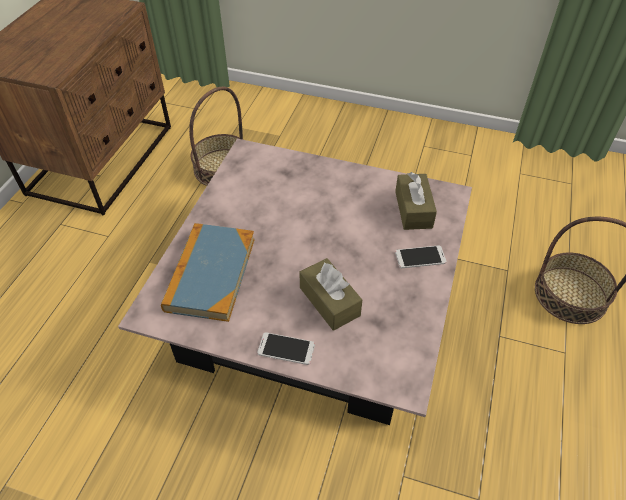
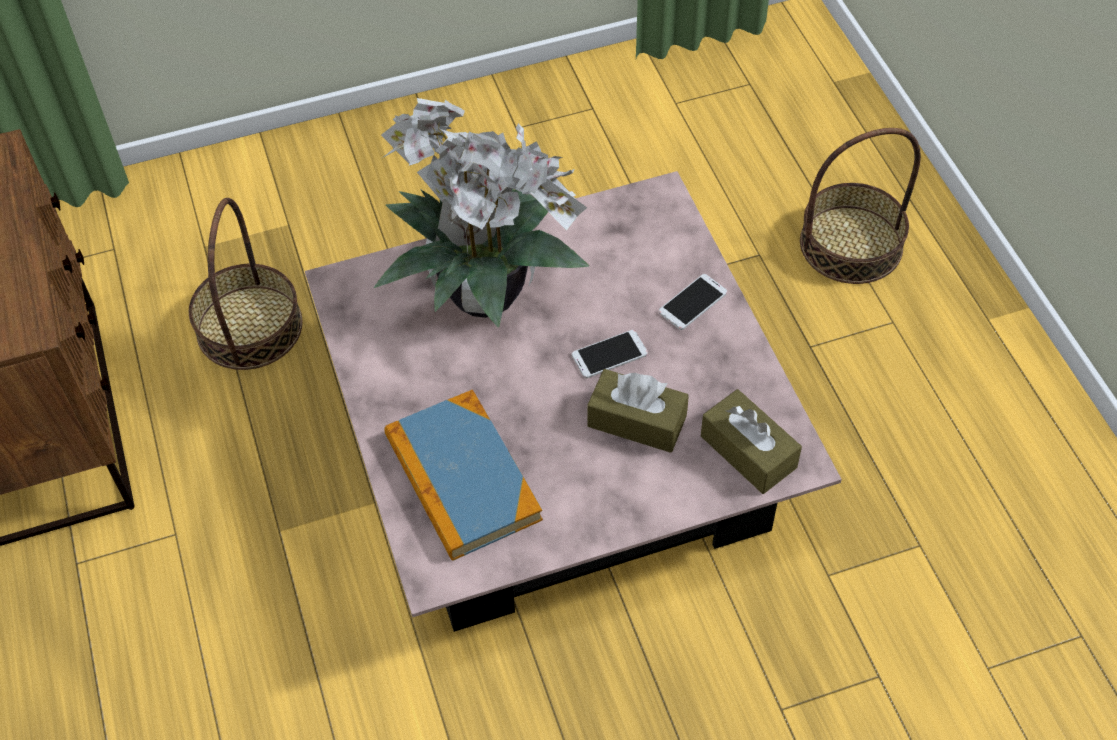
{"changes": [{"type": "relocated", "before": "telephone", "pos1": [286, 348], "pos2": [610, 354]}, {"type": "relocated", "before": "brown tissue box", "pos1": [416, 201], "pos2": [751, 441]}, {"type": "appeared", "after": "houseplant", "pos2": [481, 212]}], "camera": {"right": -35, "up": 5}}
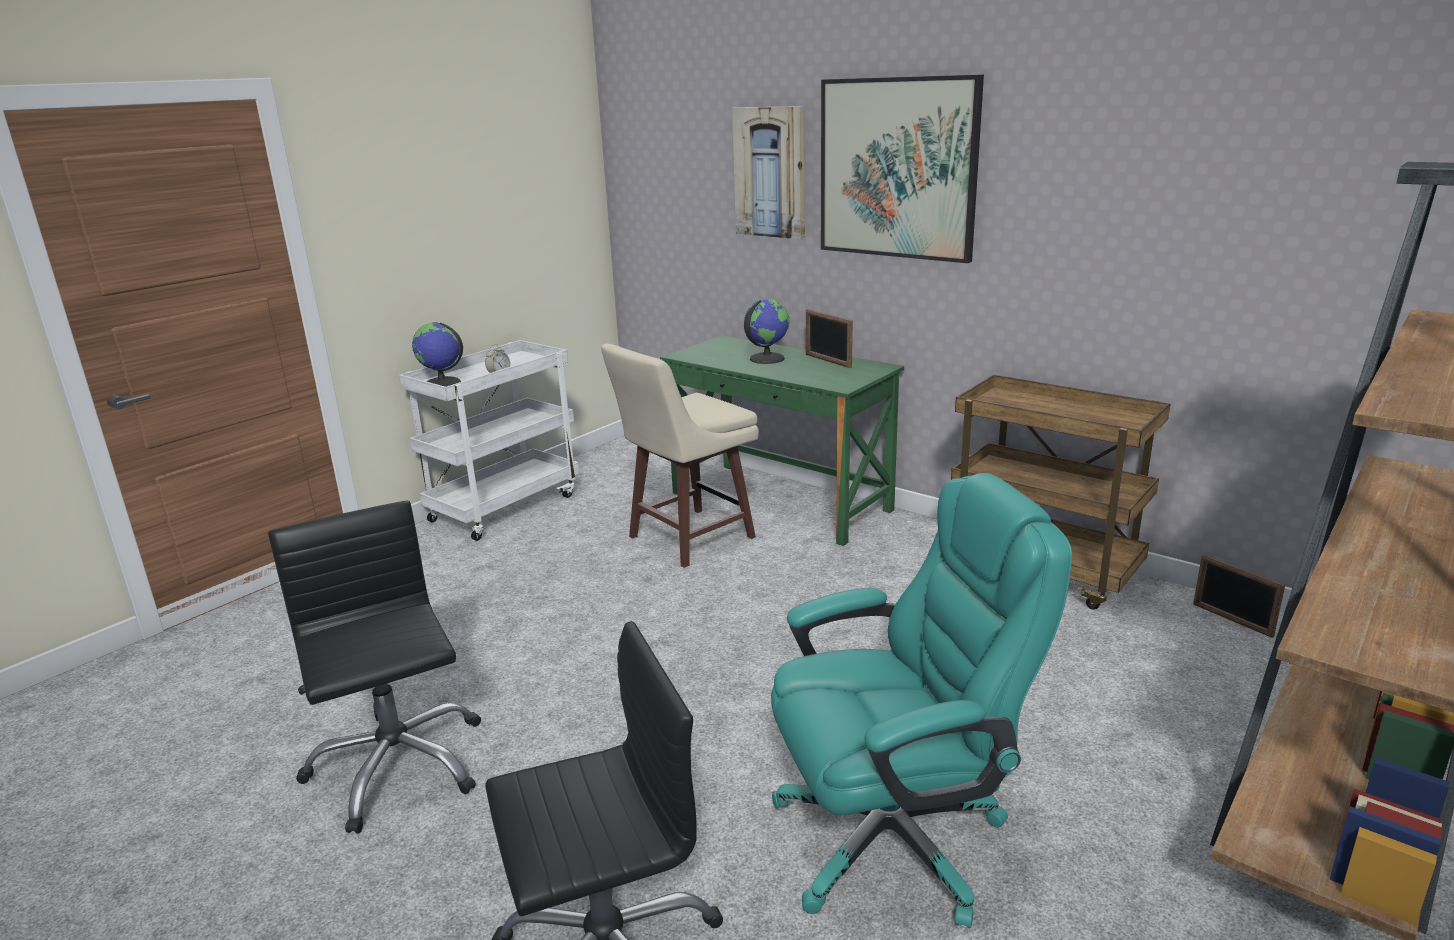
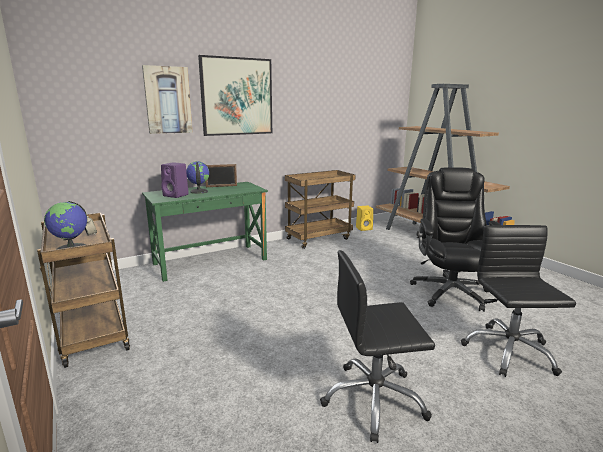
{"changes": [{"type": "colour", "before": "white cart", "after": "brown cart", "pos1": [489, 440], "pos2": [83, 290]}, {"type": "missing", "before": "beige-coloured stool seat", "pos1": [680, 456]}, {"type": "colour", "before": "turquoise-coloured computer chair", "after": "black-coloured computer chair", "pos1": [921, 700], "pos2": [455, 239]}, {"type": "exchanged", "before": "picture frame", "after": "yellow audio speaker", "pos1": [1239, 596], "pos2": [364, 218]}, {"type": "appeared", "after": "purple audio speaker", "pos2": [175, 180]}], "camera": {"right": -70, "up": -5}}
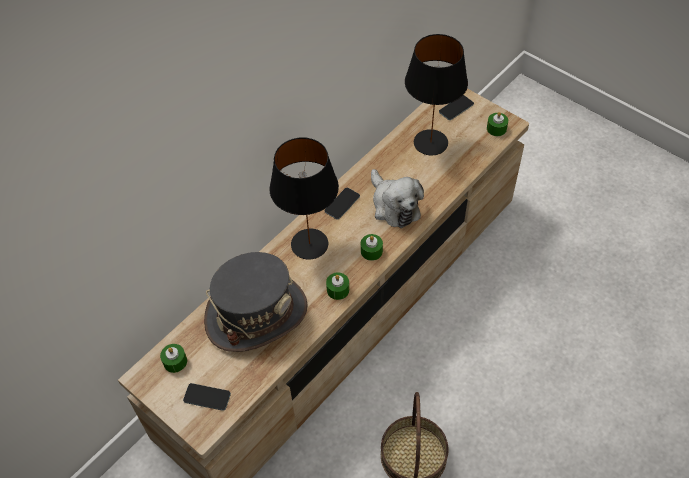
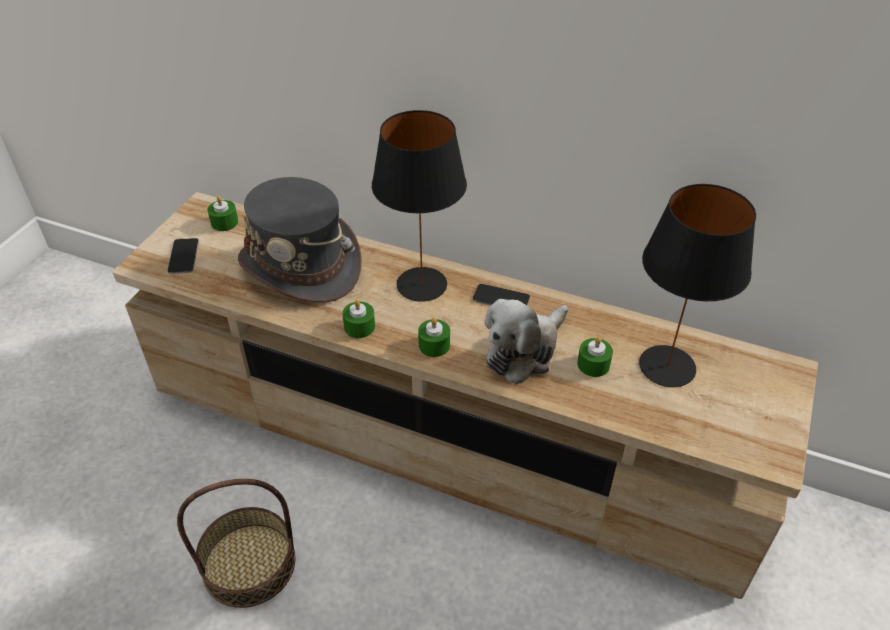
{"changes": [{"type": "missing", "before": "telephone", "pos1": [456, 107]}, {"type": "relocated", "before": "greenish wax candle", "pos1": [497, 124], "pos2": [595, 357]}], "camera": {"right": 70, "up": -10}}
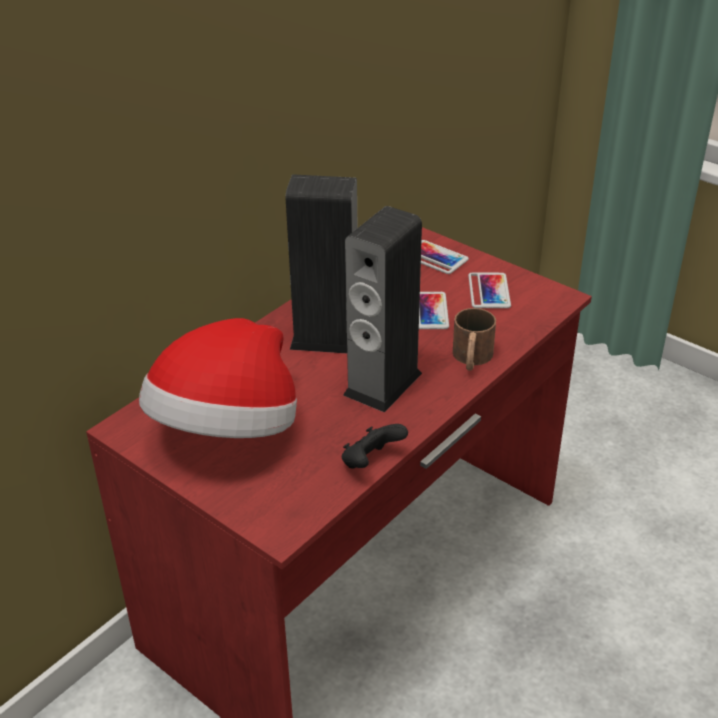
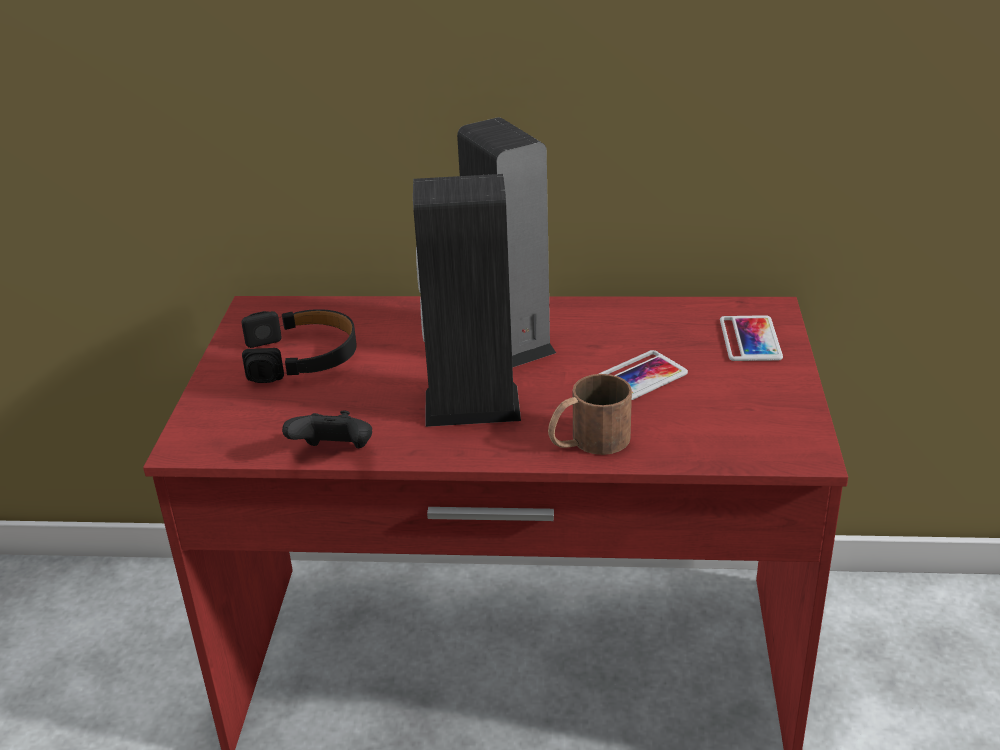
{"changes": [{"type": "exchanged", "before": "wearable hat", "after": "black-coloured headset", "pos1": [218, 378], "pos2": [299, 346]}, {"type": "missing", "before": "telephone", "pos1": [489, 290]}], "camera": {"right": 55, "up": -5}}
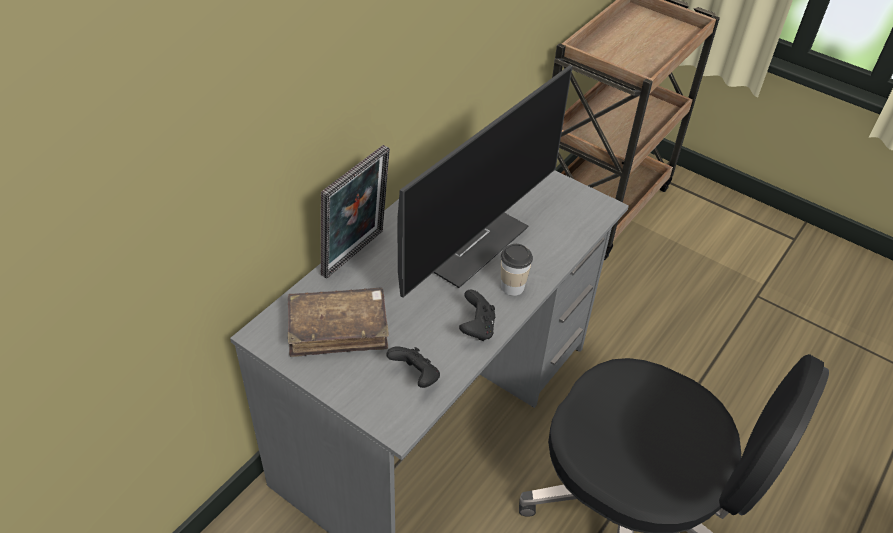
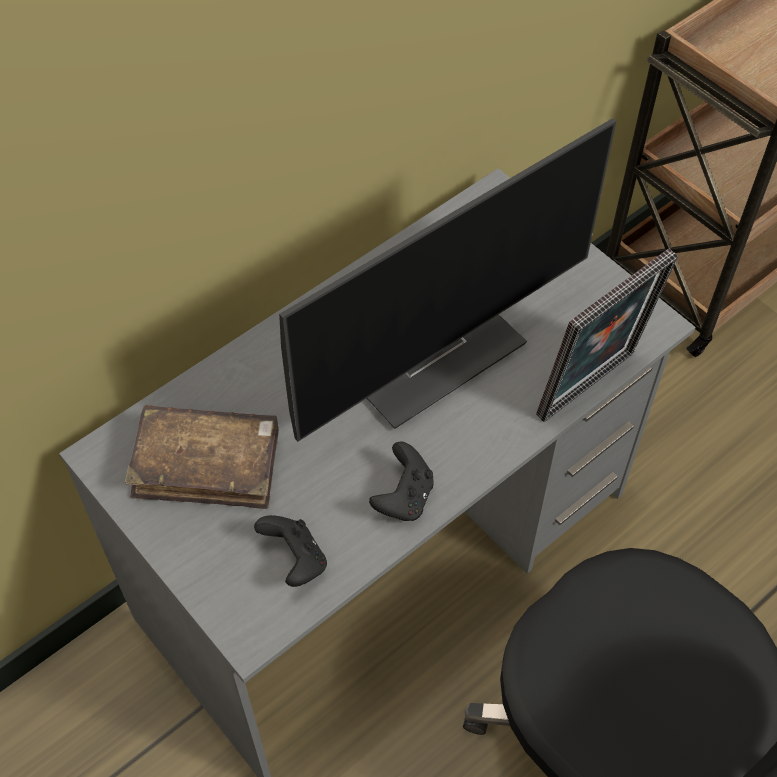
{"changes": [{"type": "relocated", "before": "picture frame", "pos1": [355, 212], "pos2": [607, 335]}, {"type": "missing", "before": "drinking cup", "pos1": [517, 270]}], "camera": {"right": 15, "up": 10}}
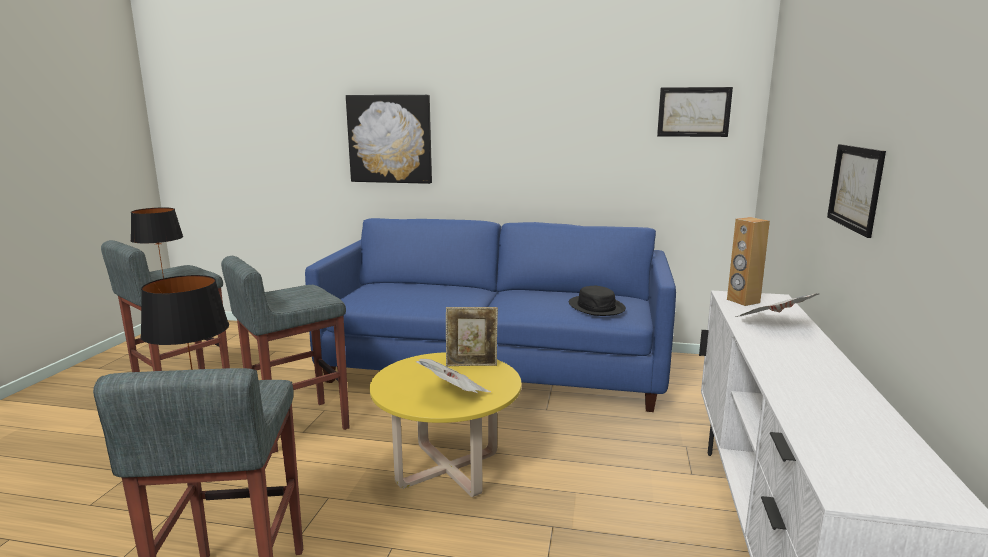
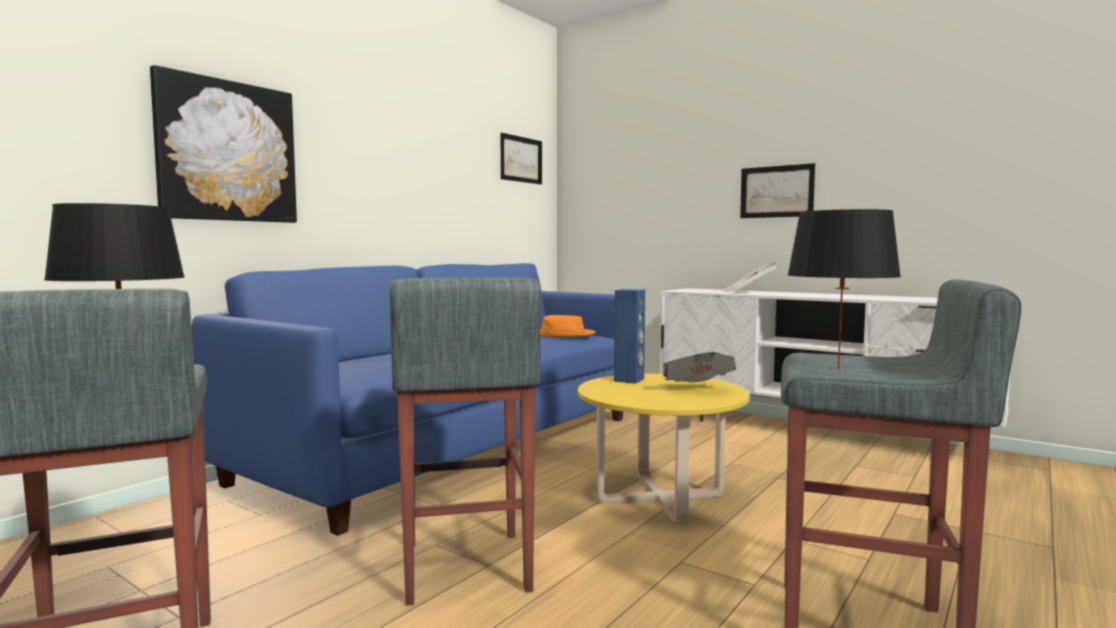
{"changes": [{"type": "exchanged", "before": "picture frame", "after": "blue-coloured audio speaker", "pos1": [472, 336], "pos2": [629, 336]}, {"type": "colour", "before": "black-coloured wearable hat", "after": "orange-coloured wearable hat", "pos1": [597, 301], "pos2": [568, 326]}, {"type": "missing", "before": "brown audio speaker", "pos1": [748, 261]}], "camera": {"right": -65, "up": -10}}
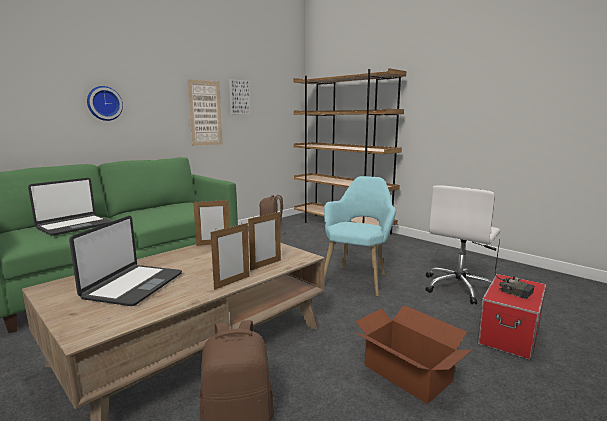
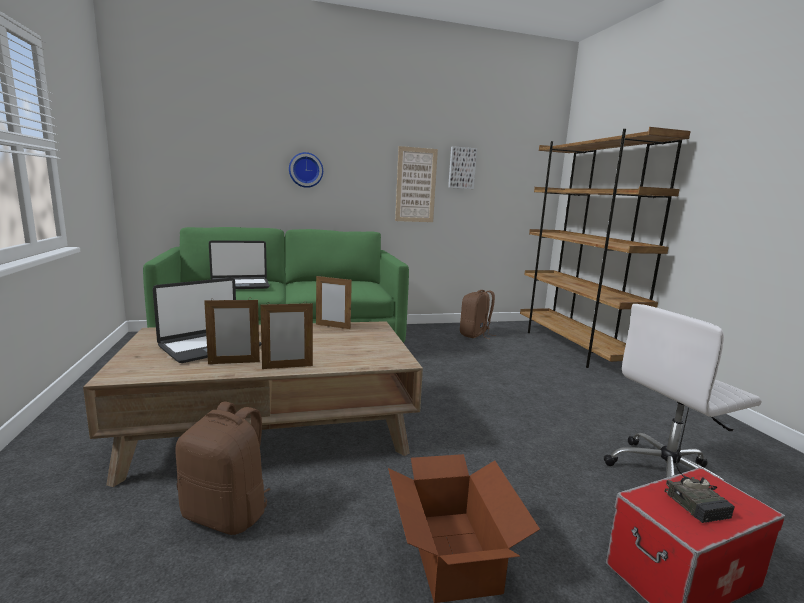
{"changes": [{"type": "relocated", "before": "picture frame", "pos1": [264, 241], "pos2": [232, 331]}, {"type": "missing", "before": "turquoise-coloured easy chair", "pos1": [360, 236]}], "camera": {"right": 30, "up": 0}}
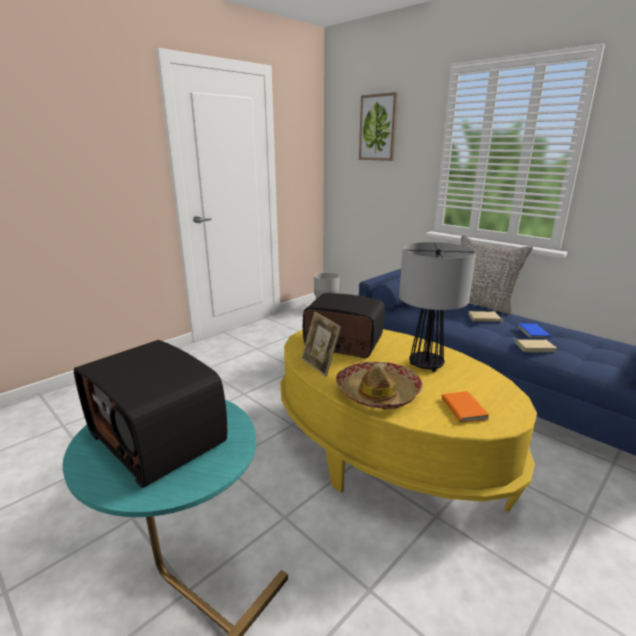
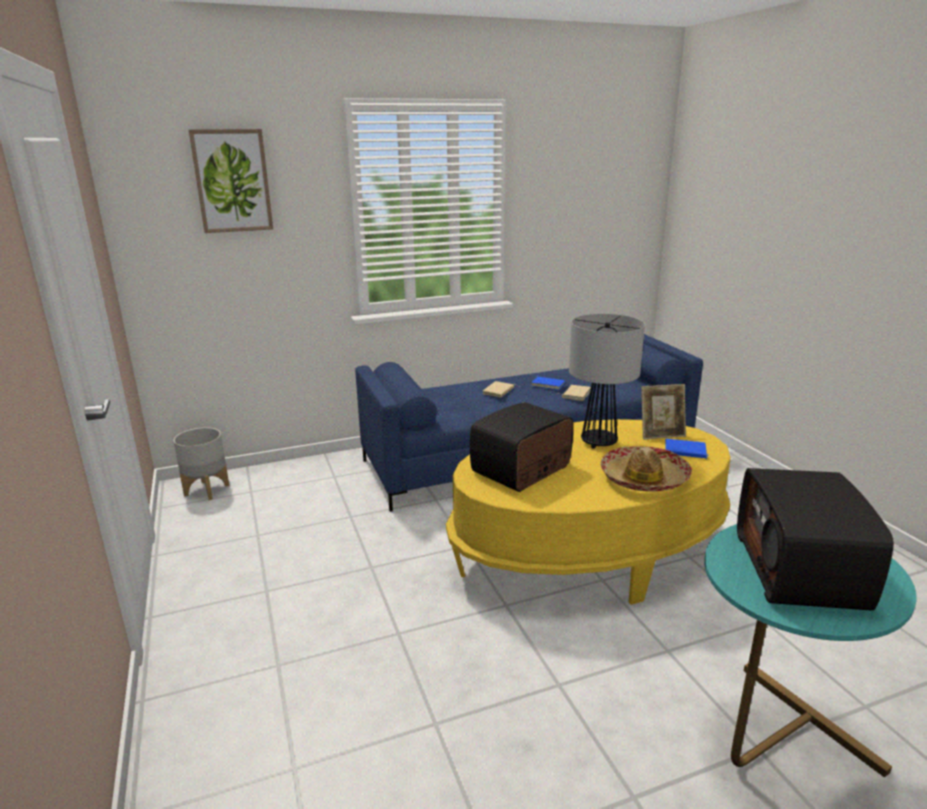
{"changes": [{"type": "spun", "before": "radio", "pos1": [150, 414], "pos2": [815, 539], "turn": 120}, {"type": "relocated", "before": "picture frame", "pos1": [321, 344], "pos2": [663, 412]}, {"type": "colour", "before": "orange-coloured volume", "after": "blue-coloured volume", "pos1": [465, 407], "pos2": [687, 449]}, {"type": "missing", "before": "gray cushion", "pos1": [497, 275]}], "camera": {"right": -65, "up": 0}}
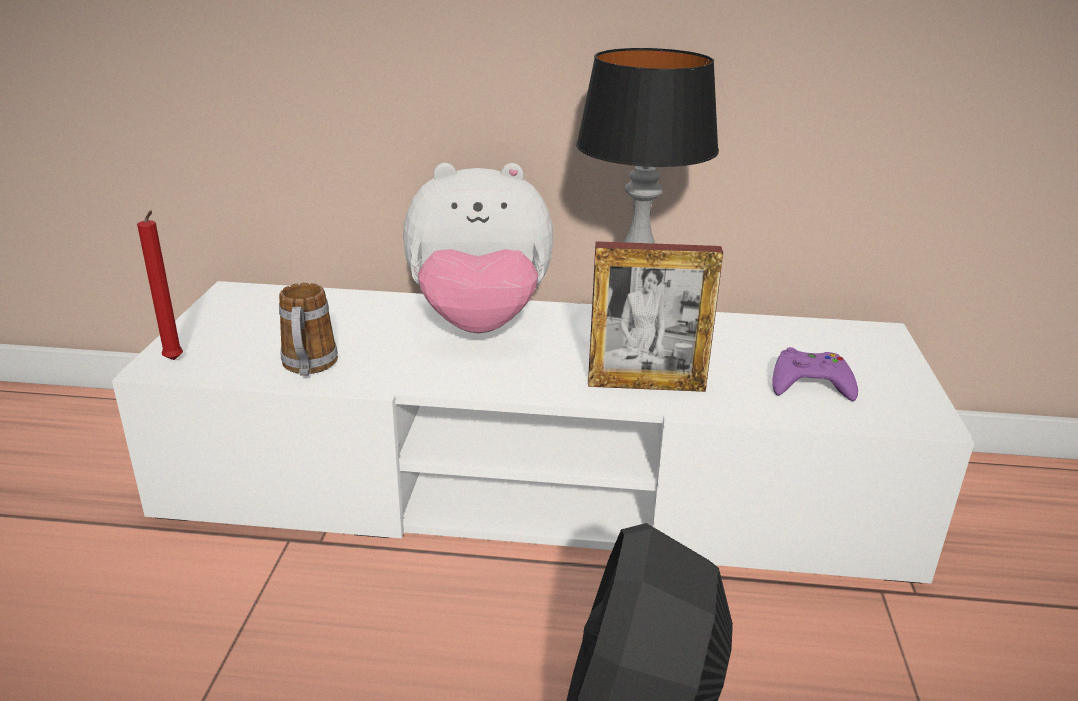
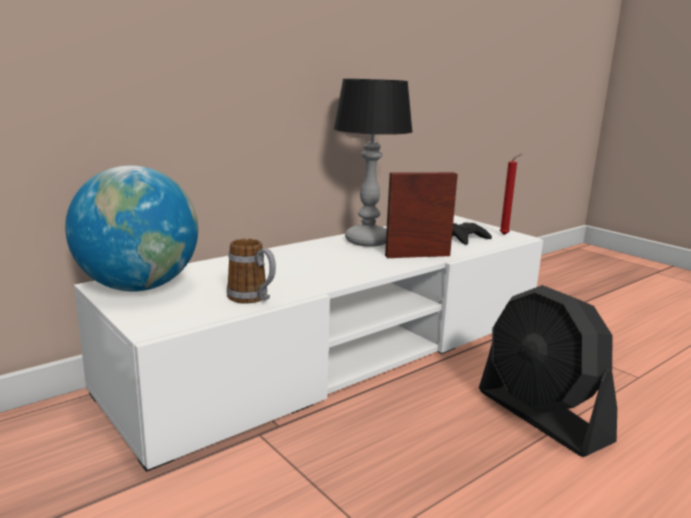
{"changes": [{"type": "relocated", "before": "reddish wax candle", "pos1": [160, 285], "pos2": [510, 194]}, {"type": "missing", "before": "plush toy", "pos1": [478, 248]}, {"type": "spun", "before": "picture frame", "pos1": [655, 316], "pos2": [421, 215], "turn": -150}, {"type": "colour", "before": "purple game controller", "after": "black-coloured game controller", "pos1": [815, 374], "pos2": [472, 233]}, {"type": "appeared", "after": "world globe", "pos2": [131, 229]}], "camera": {"right": -45, "up": -10}}
